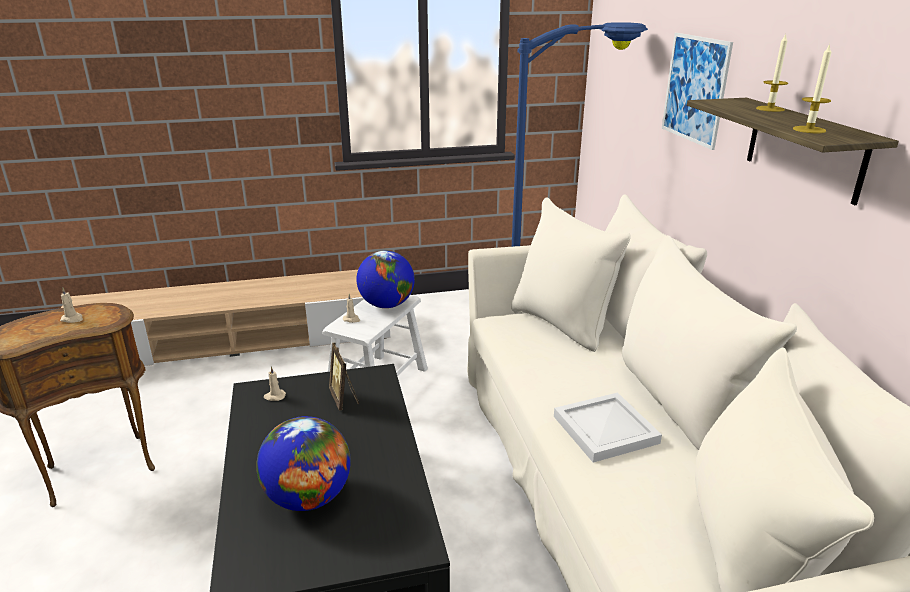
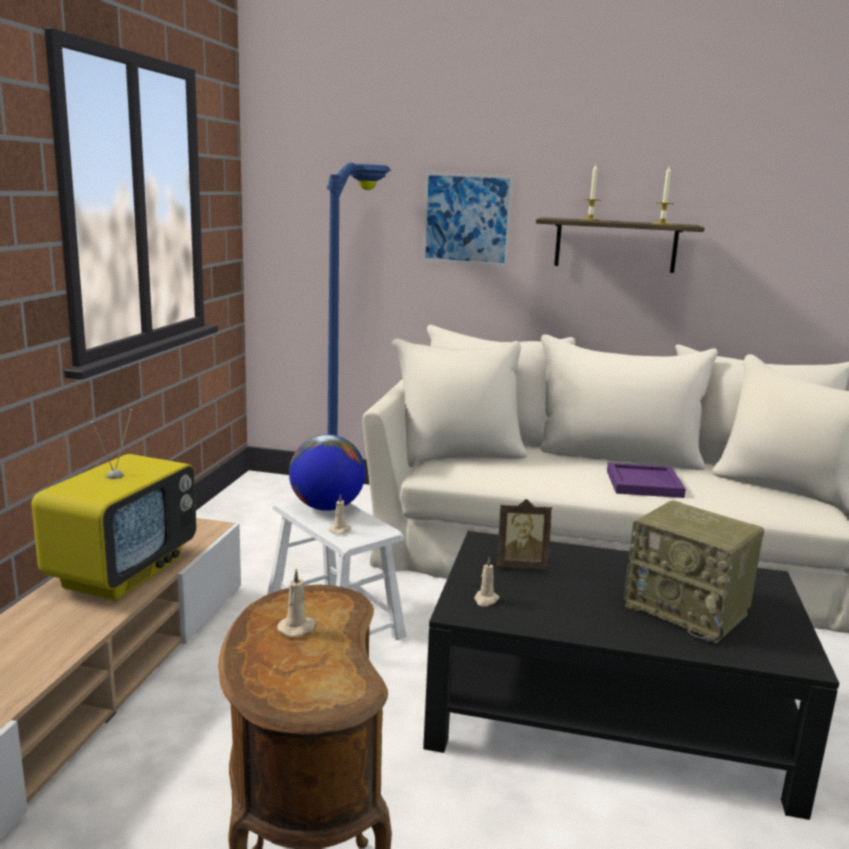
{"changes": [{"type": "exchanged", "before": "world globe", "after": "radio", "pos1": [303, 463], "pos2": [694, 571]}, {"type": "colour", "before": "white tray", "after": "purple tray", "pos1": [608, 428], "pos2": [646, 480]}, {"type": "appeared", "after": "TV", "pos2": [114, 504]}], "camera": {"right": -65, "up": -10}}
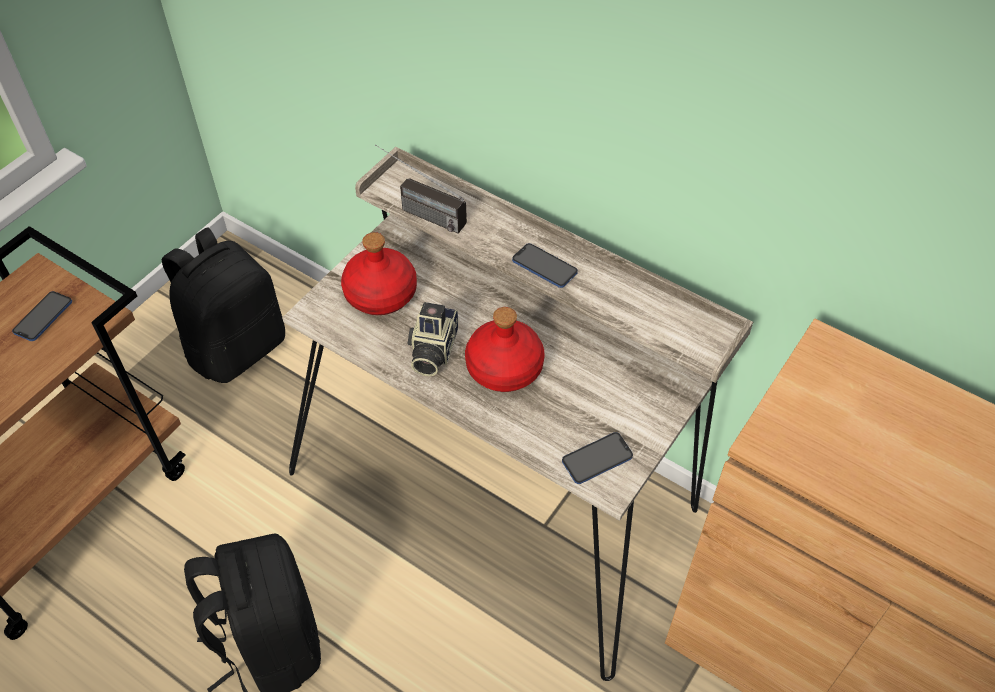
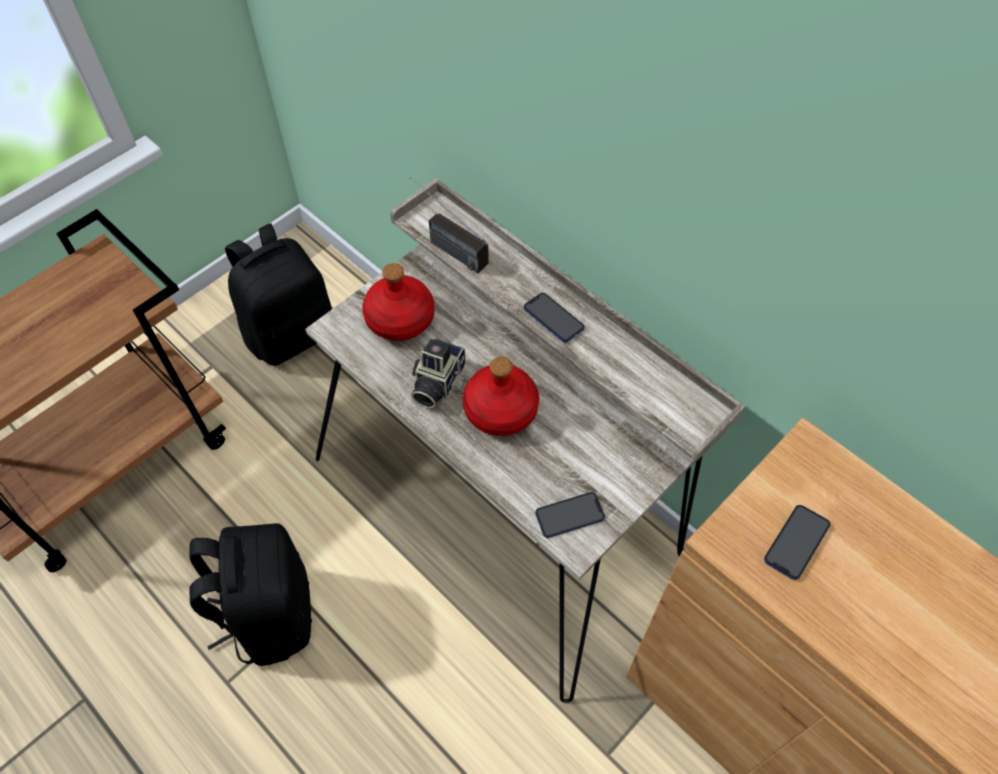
{"changes": [{"type": "relocated", "before": "telephone", "pos1": [42, 316], "pos2": [797, 542]}], "camera": {"right": 10, "up": 5}}
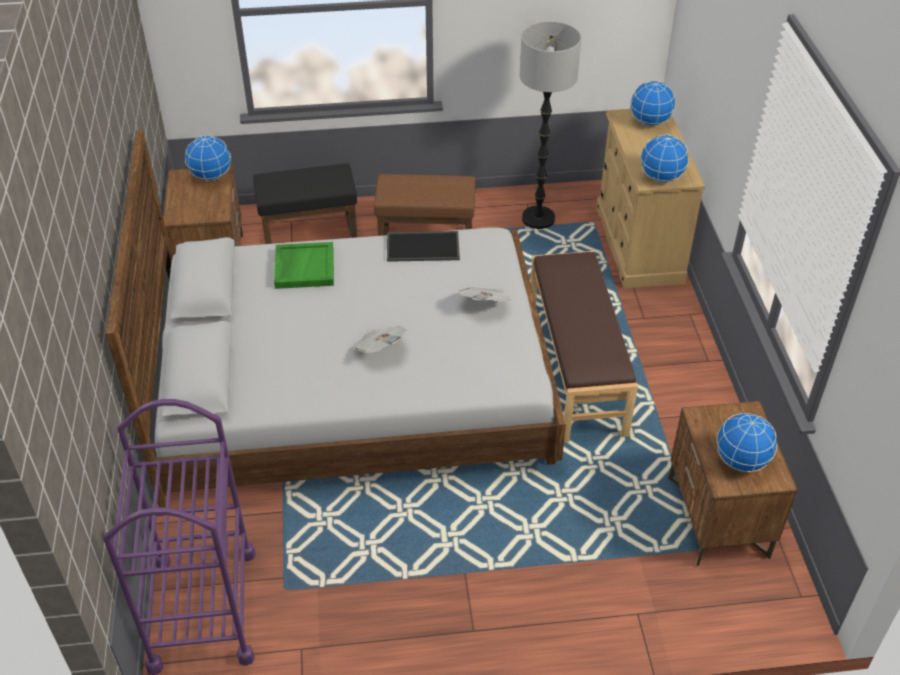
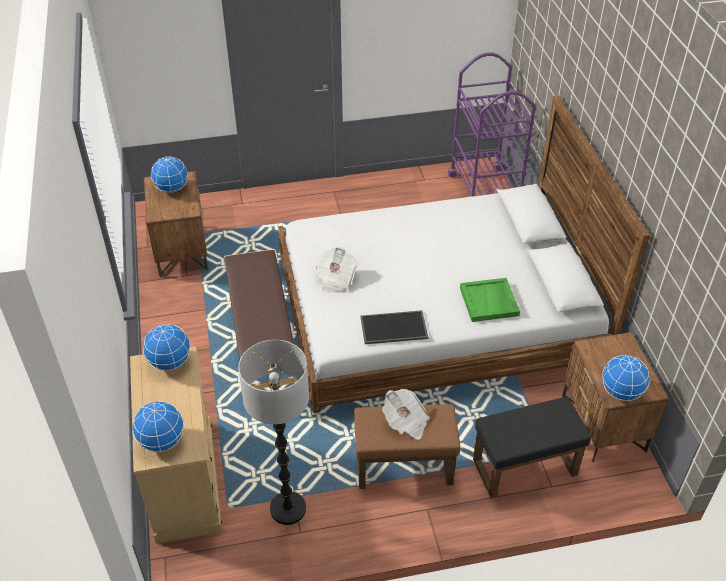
{"changes": [{"type": "relocated", "before": "daily paper", "pos1": [379, 339], "pos2": [405, 414]}], "camera": {"right": 175, "up": 0}}
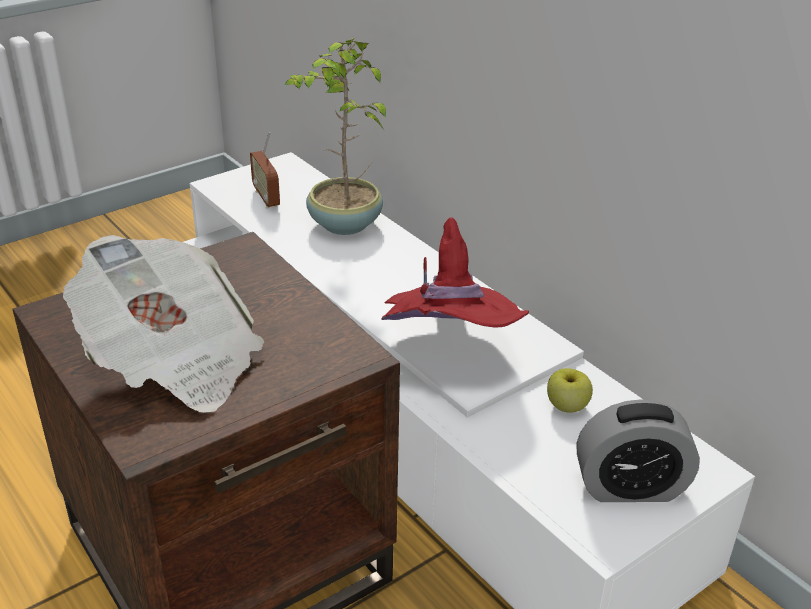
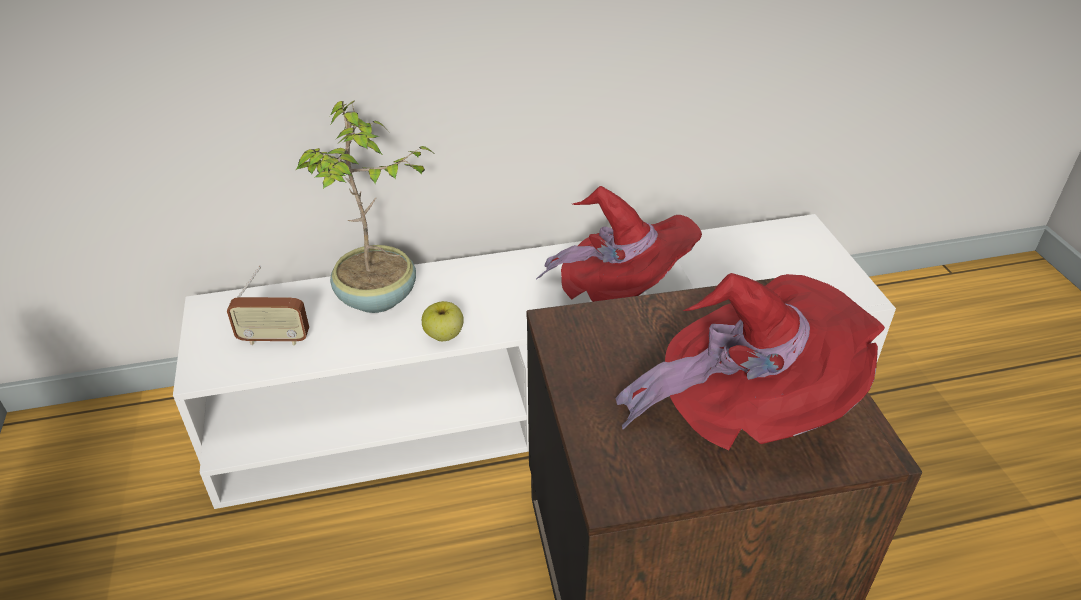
{"changes": [{"type": "exchanged", "before": "daily paper", "after": "reddish wearable hat", "pos1": [163, 324], "pos2": [750, 361]}, {"type": "relocated", "before": "apple", "pos1": [570, 390], "pos2": [443, 321]}, {"type": "missing", "before": "alarm clock", "pos1": [638, 450]}], "camera": {"right": -65, "up": 5}}
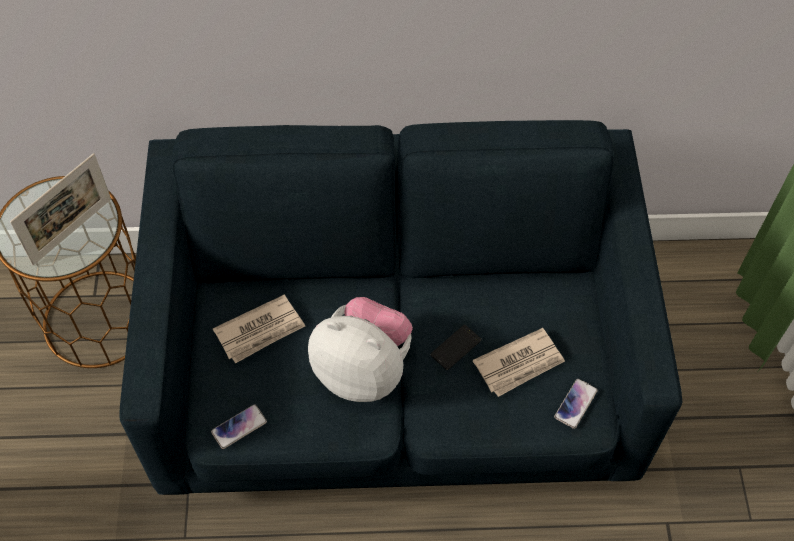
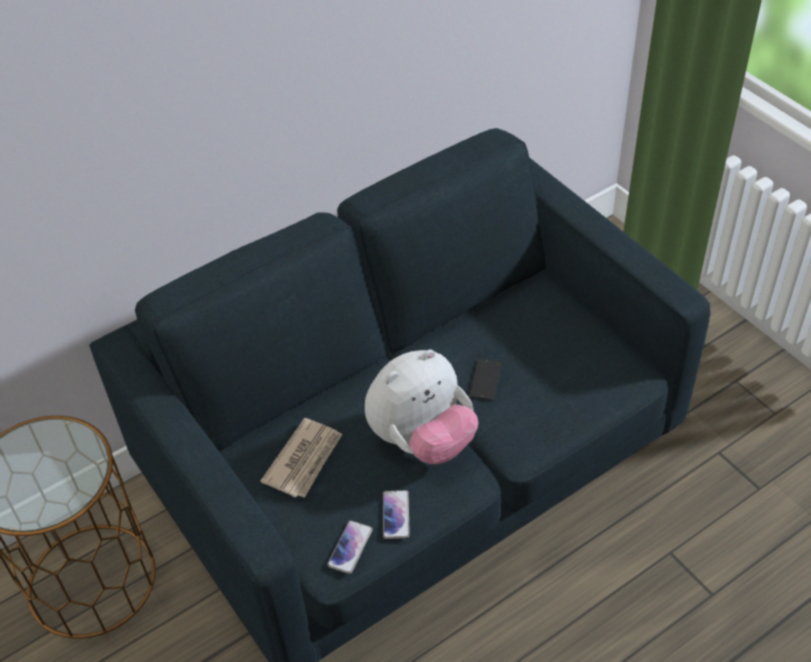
{"changes": [{"type": "missing", "before": "picture frame", "pos1": [60, 209]}, {"type": "spun", "before": "plush toy", "pos1": [360, 349], "pos2": [421, 406], "turn": 150}, {"type": "missing", "before": "daily paper", "pos1": [519, 362]}, {"type": "relocated", "before": "telephone", "pos1": [576, 404], "pos2": [396, 514]}], "camera": {"right": -30, "up": -10}}
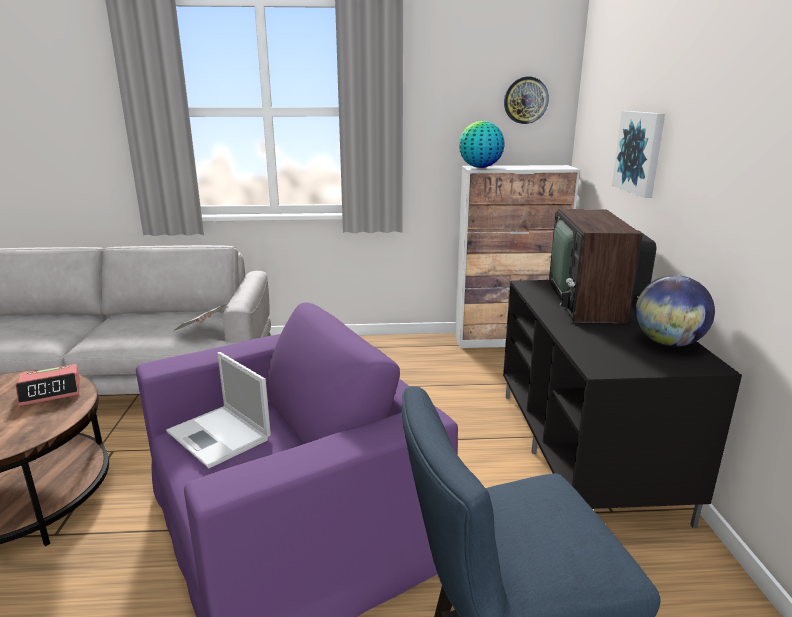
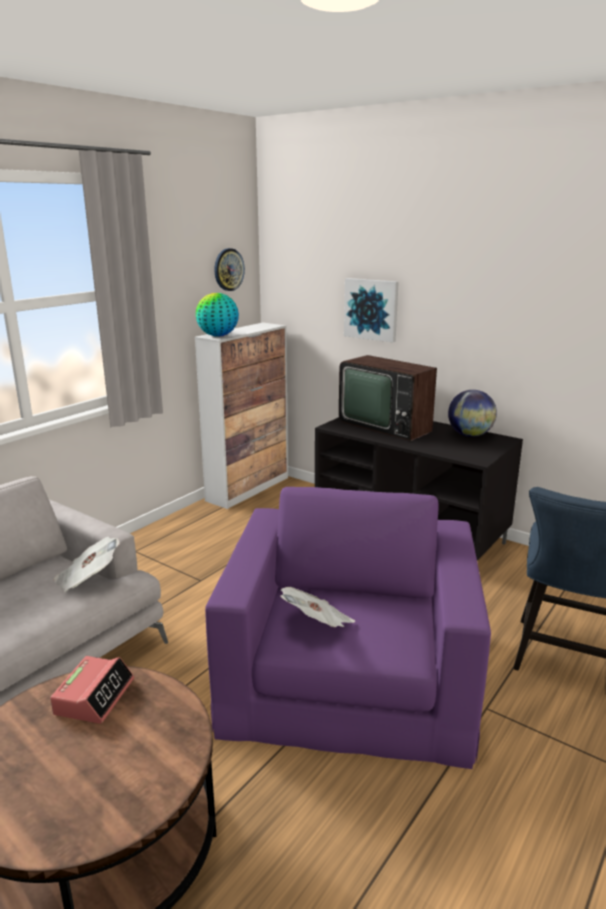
{"changes": [{"type": "exchanged", "before": "portable computer", "after": "daily paper", "pos1": [218, 410], "pos2": [317, 607]}], "camera": {"right": -50, "up": 0}}
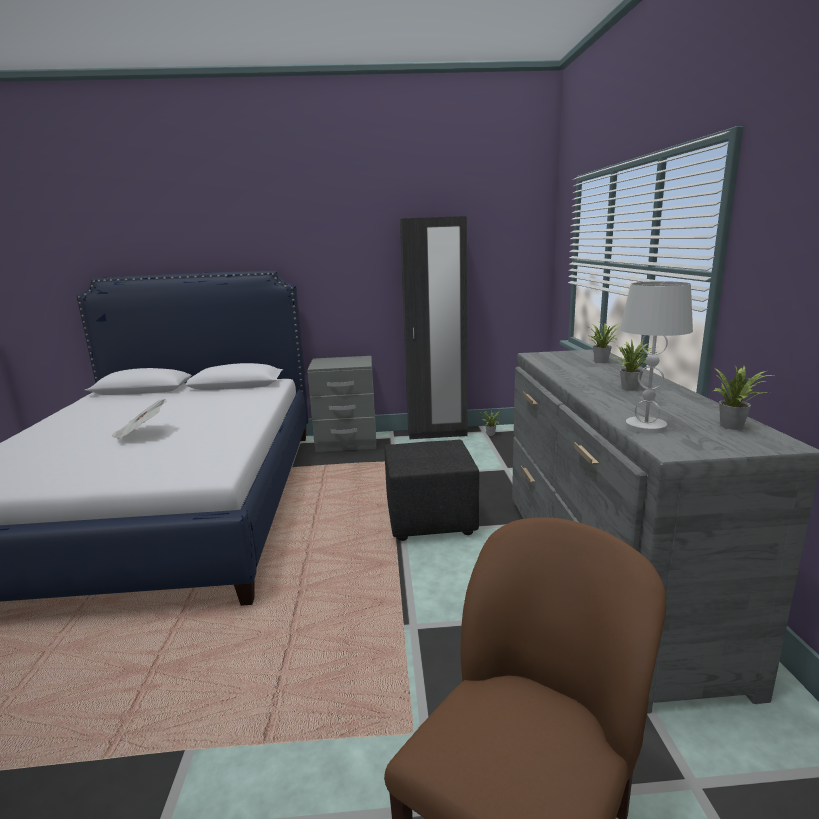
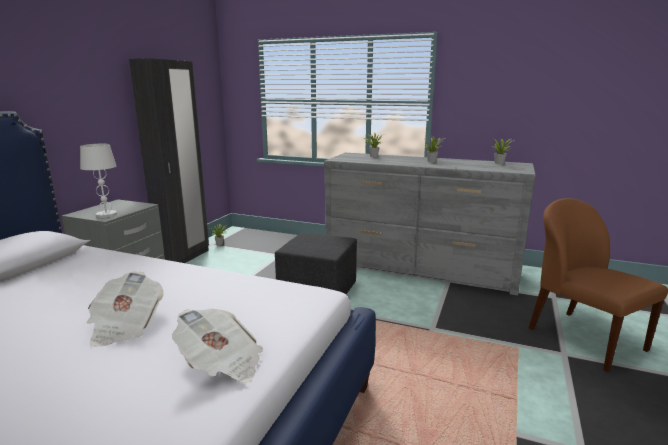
{"changes": [{"type": "relocated", "before": "white lamp for a table", "pos1": [656, 357], "pos2": [98, 181]}, {"type": "appeared", "after": "daily paper", "pos2": [217, 346]}], "camera": {"right": -65, "up": 0}}
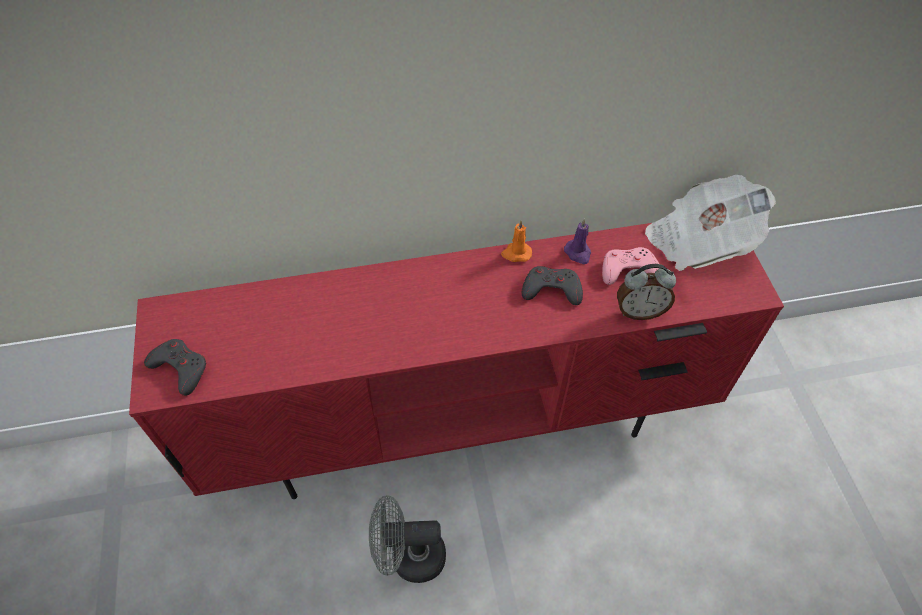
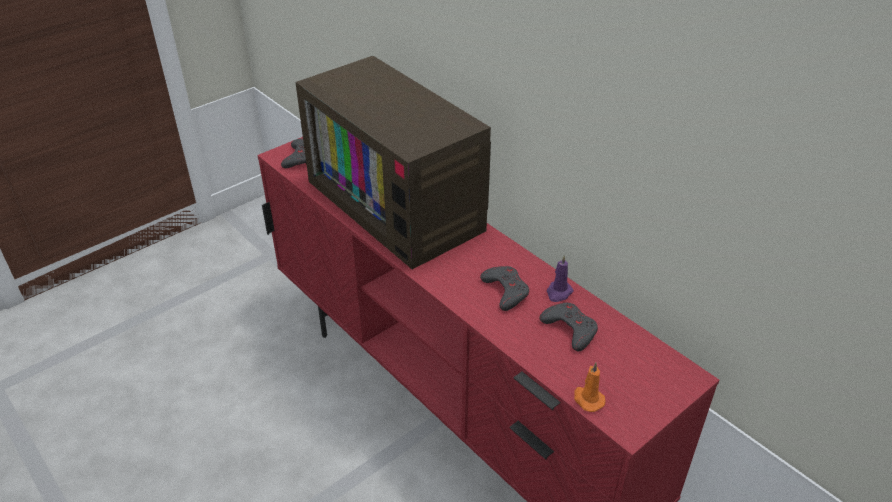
{"changes": [{"type": "missing", "before": "gray electric fan", "pos1": [407, 539]}, {"type": "relocated", "before": "orange-coloured wax candle", "pos1": [516, 241], "pos2": [590, 387]}, {"type": "colour", "before": "pinkish game controller", "after": "gray game controller", "pos1": [631, 266], "pos2": [568, 327]}, {"type": "missing", "before": "alarm clock", "pos1": [646, 292]}, {"type": "missing", "before": "daily paper", "pos1": [710, 223]}, {"type": "appeared", "after": "TV", "pos2": [393, 162]}], "camera": {"right": 60, "up": -15}}
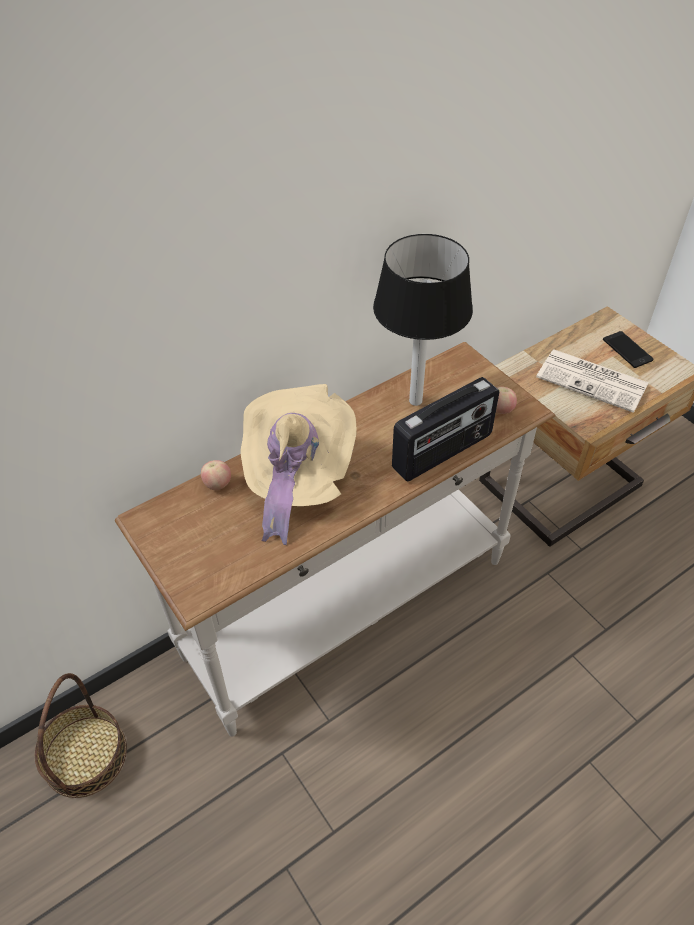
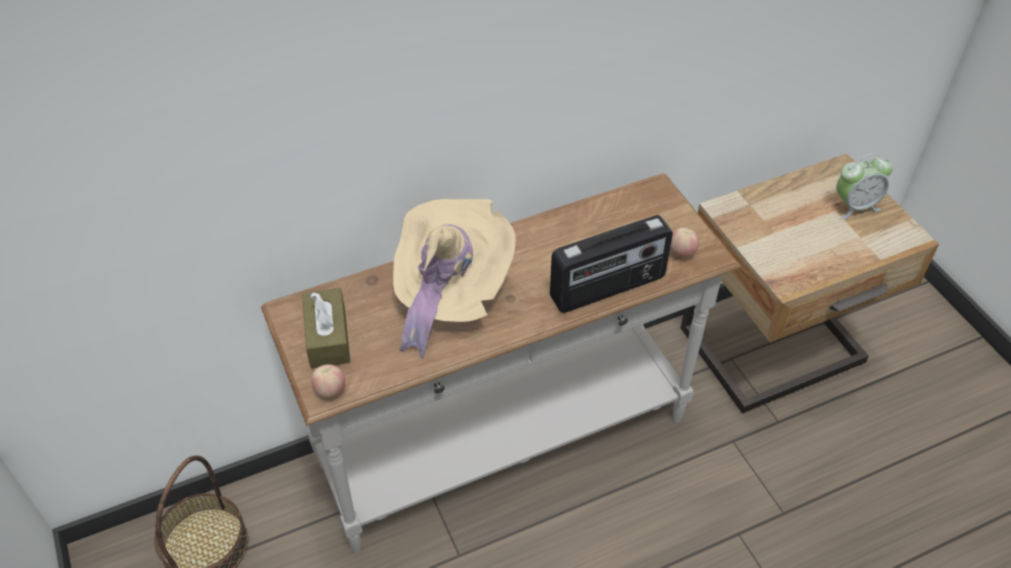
{"changes": [{"type": "relocated", "before": "apple", "pos1": [216, 475], "pos2": [328, 381]}, {"type": "missing", "before": "lamp for a table", "pos1": [423, 320]}, {"type": "missing", "before": "daily paper", "pos1": [592, 381]}, {"type": "exchanged", "before": "telephone", "after": "alarm clock", "pos1": [628, 349], "pos2": [864, 186]}, {"type": "appeared", "after": "brown tissue box", "pos2": [326, 328]}], "camera": {"right": 10, "up": 0}}
